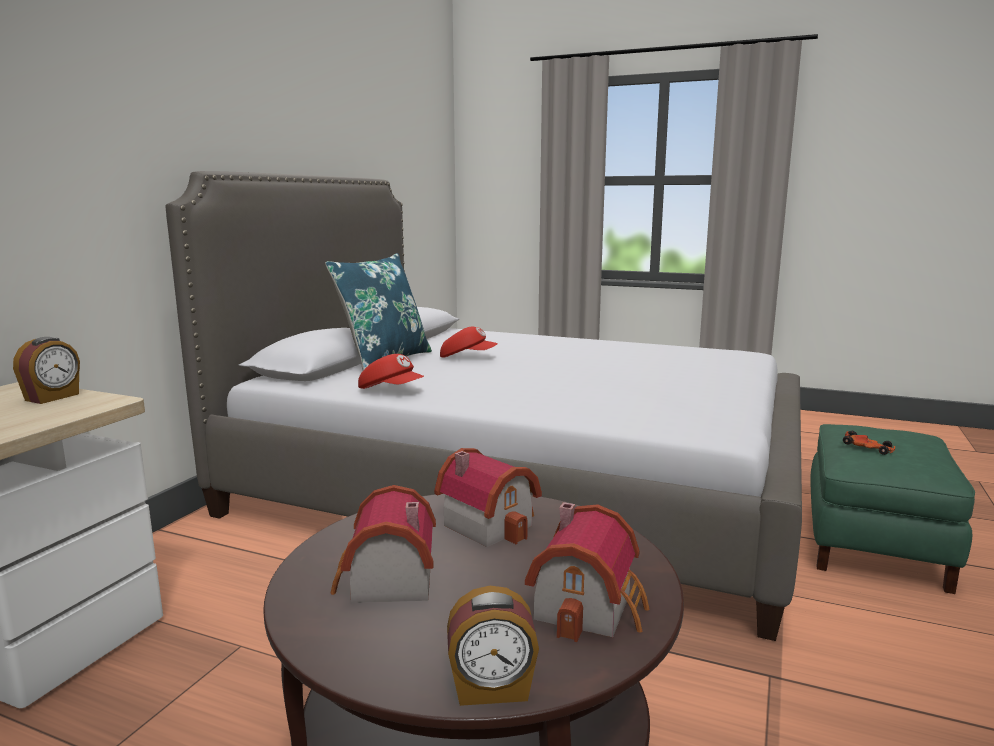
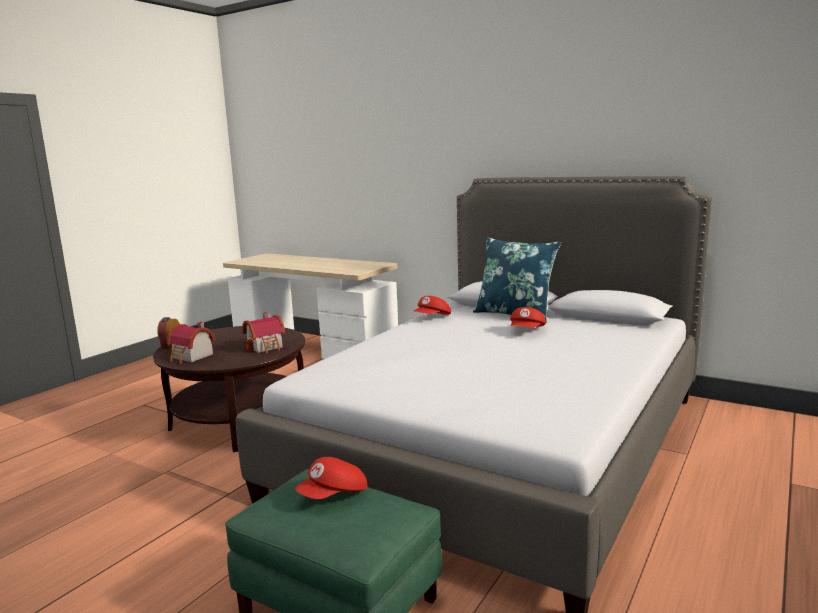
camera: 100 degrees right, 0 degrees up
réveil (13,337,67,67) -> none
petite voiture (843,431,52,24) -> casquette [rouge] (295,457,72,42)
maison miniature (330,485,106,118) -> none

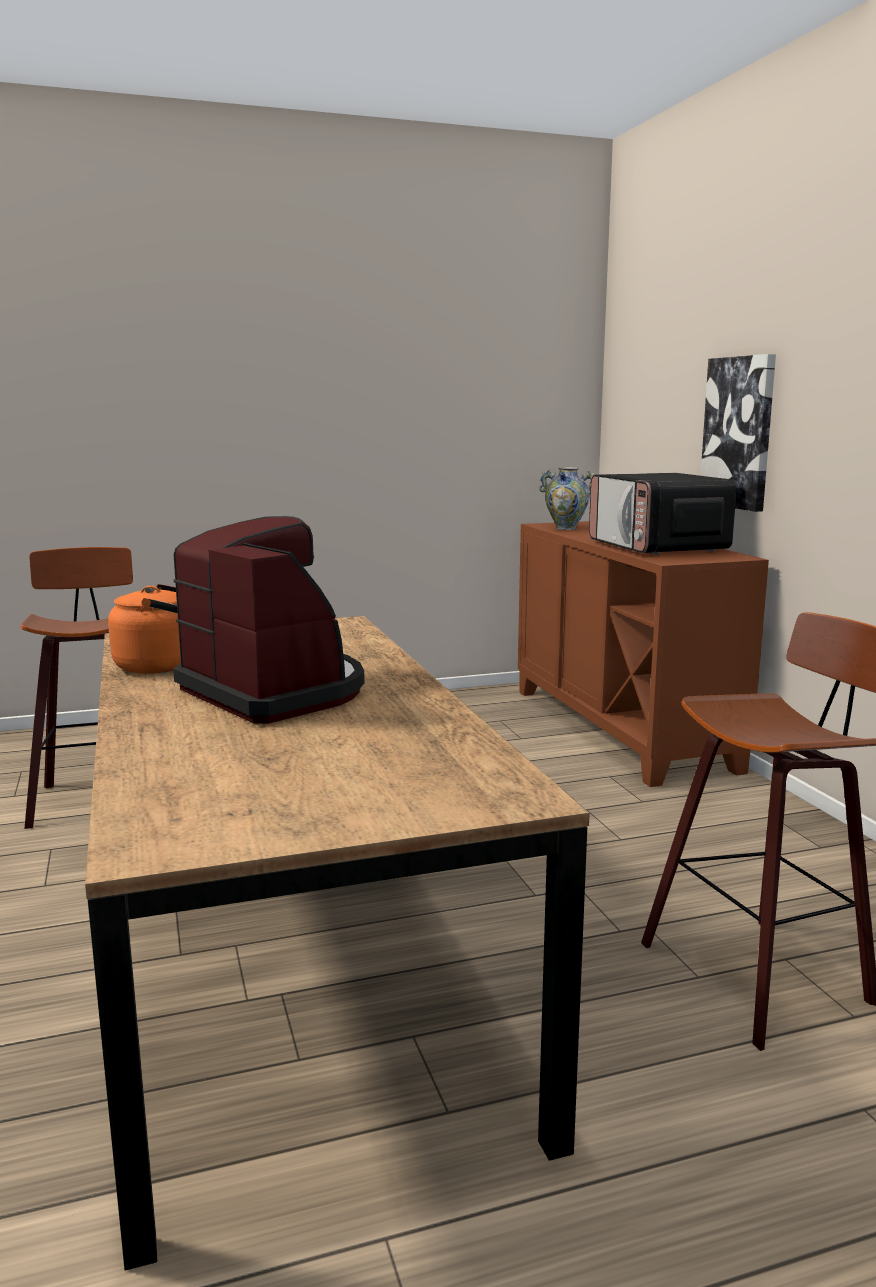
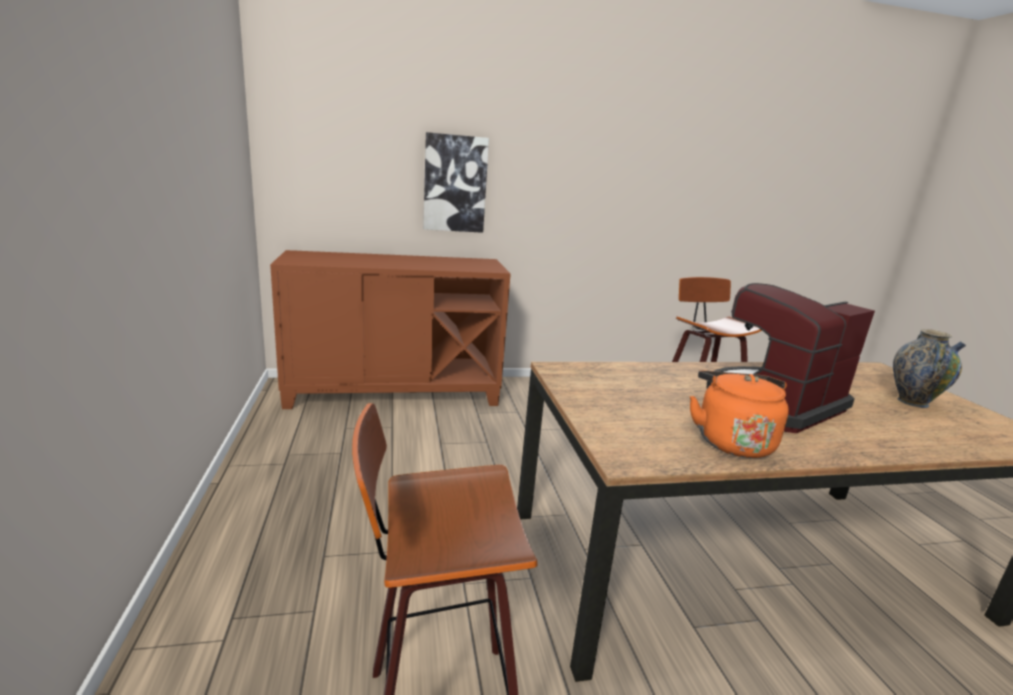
camera: 85 degrees left, 5 degrees up
vase (539,467,56,63) -> vase (893,329,73,79), shifted
micro-ondes (589,473,148,81) -> none

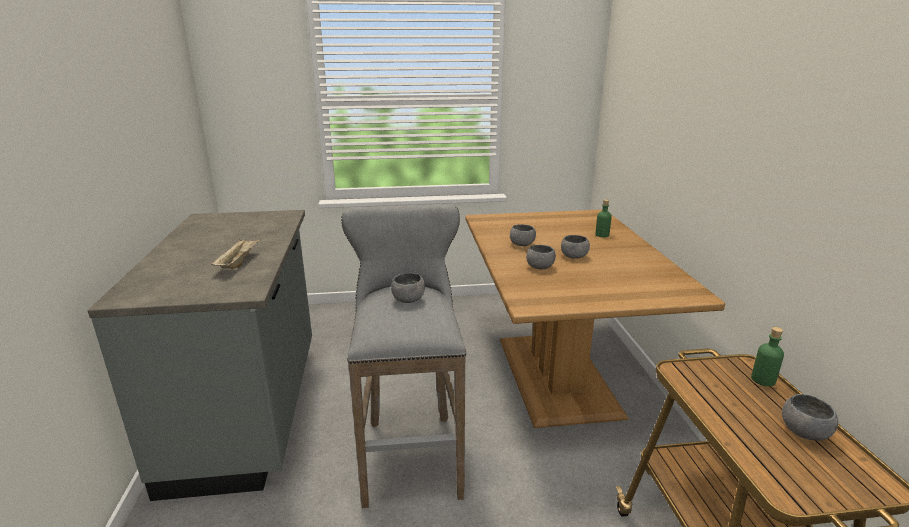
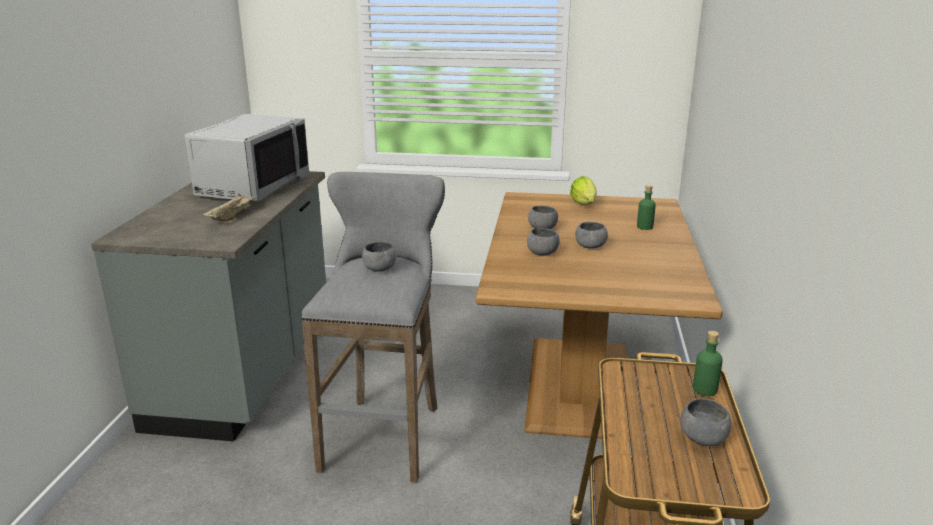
camera: 15 degrees right, 0 degrees up
none -> micro-ondes [gris] (185,114,124,88)
none -> laitue (570,176,27,29)

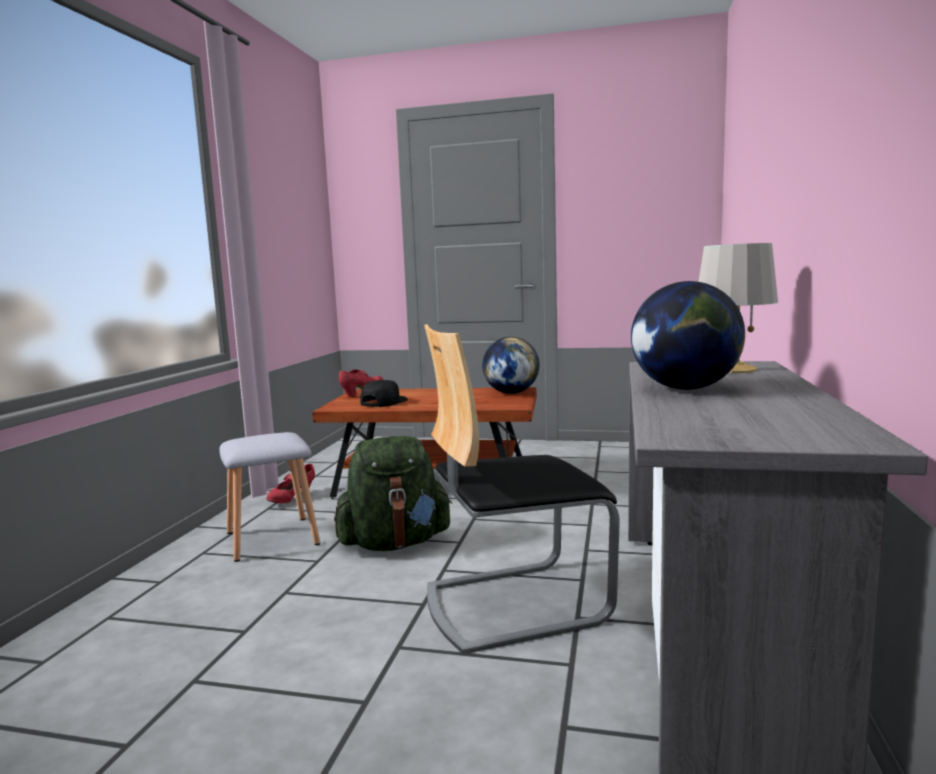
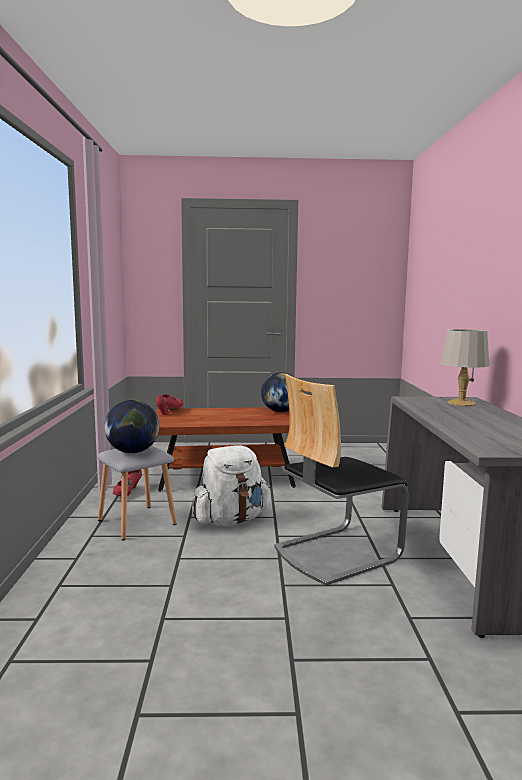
camera: 15 degrees left, 0 degrees up
globe (631,281,114,109) -> globe (104,400,55,53), shifted
casquette [noir] (360,380,48,27) -> none
sac à dos [vert] (334,436,118,115) -> sac à dos [blanc] (192,445,77,81)

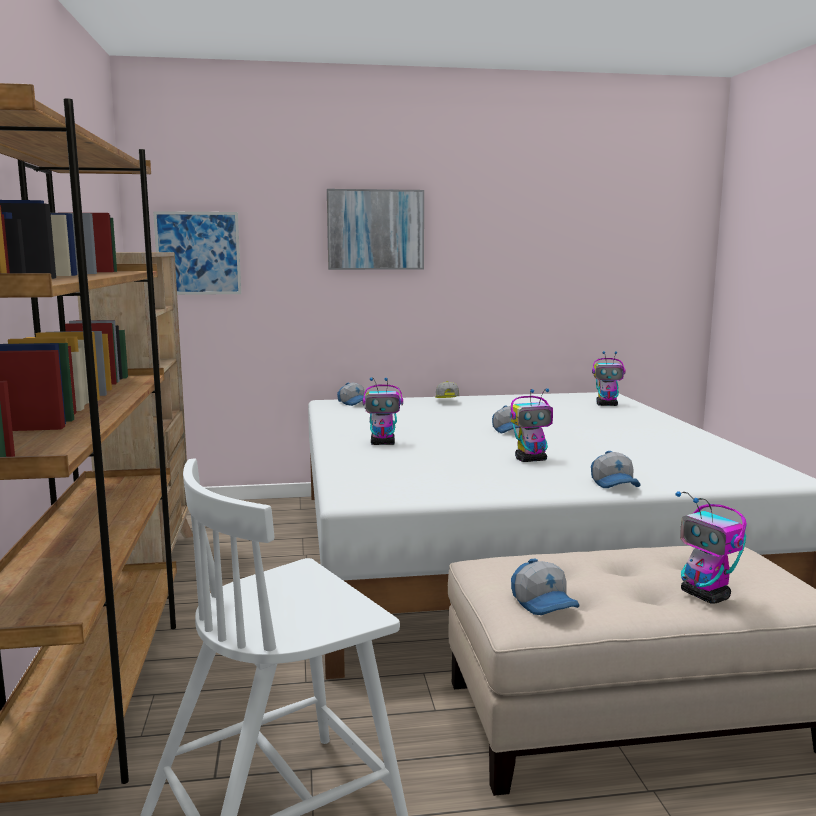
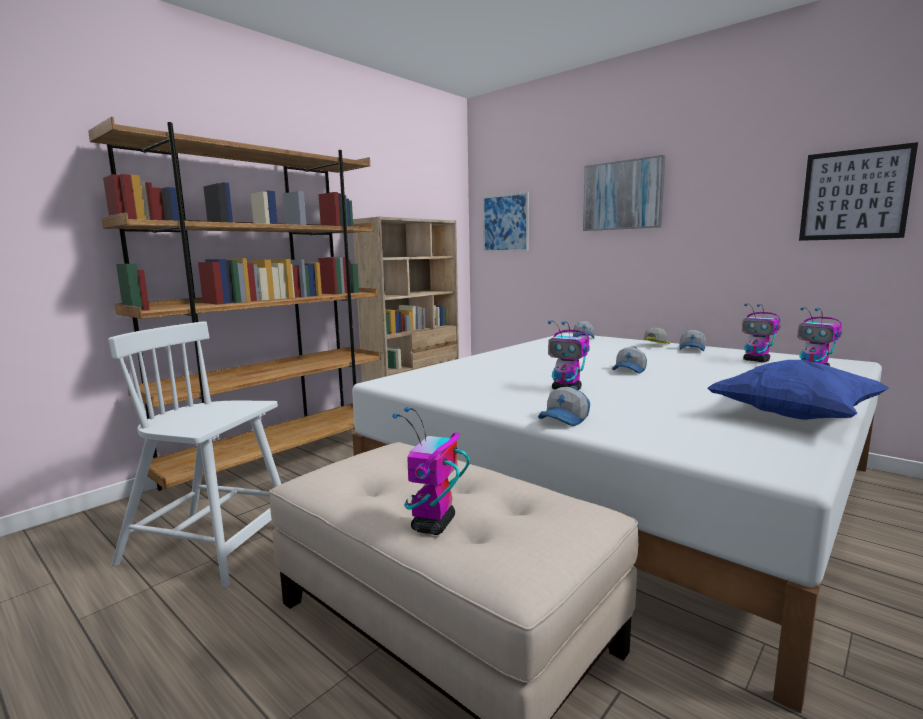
camera: 50 degrees right, 0 degrees up
robot jouet (363,377,40,68) -> robot jouet (742,303,38,59), shifted
casquette (511,558,68,57) -> casquette (679,330,27,21), shifted
none -> tableau (799,142,119,99)
none -> coussin [bleu] (708,360,181,60)

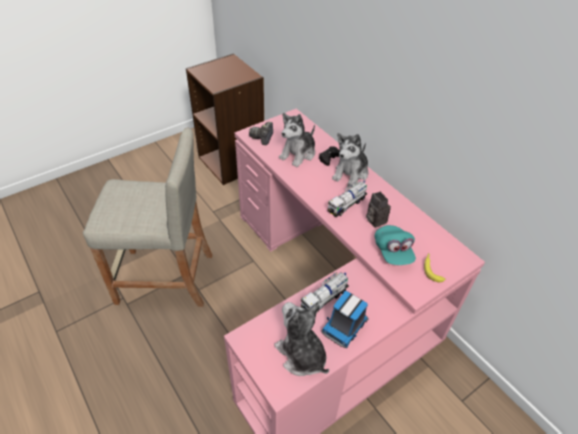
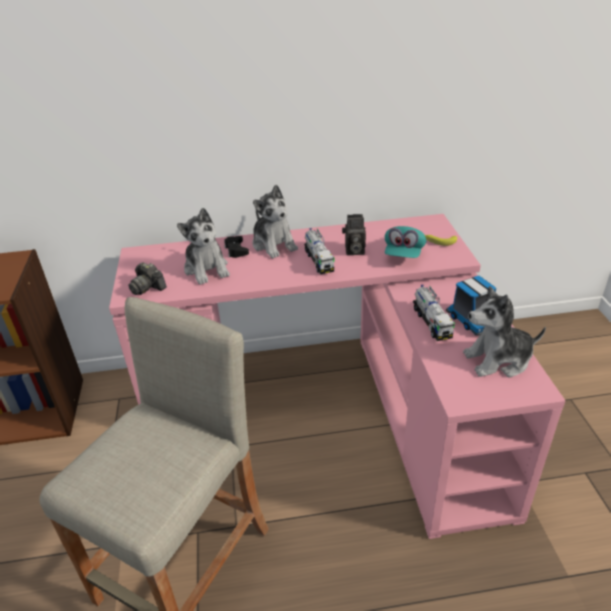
camera: 60 degrees left, 10 degrees down
casquette [turquoise] (375,225,41,40) -> casquette [turquoise] (385,226,41,32), 90 degrees clockwise

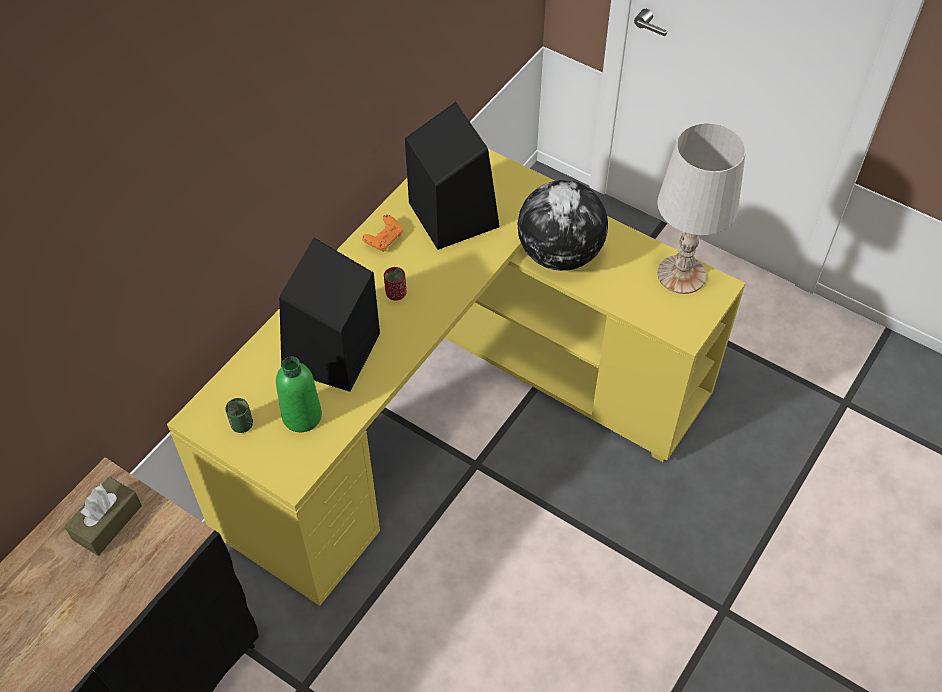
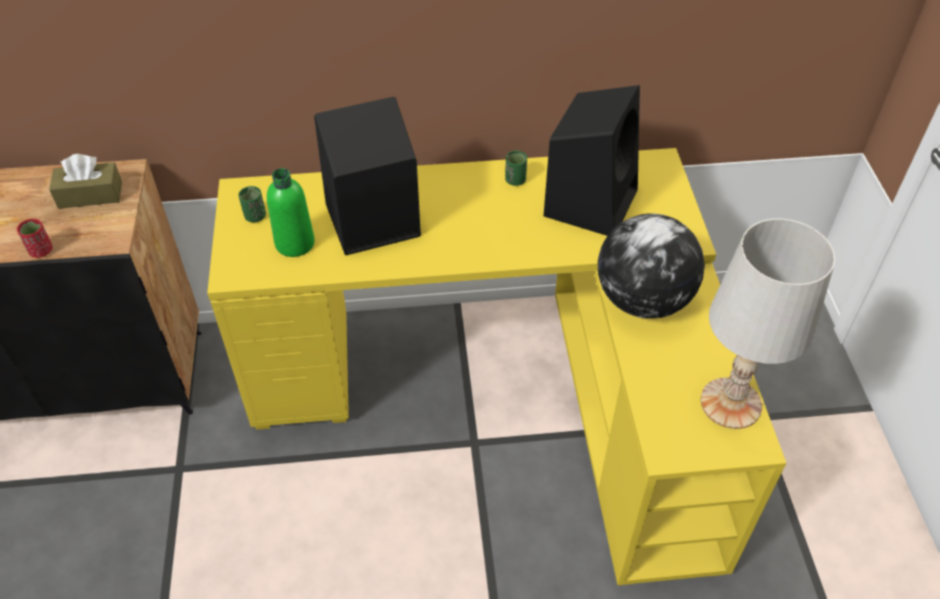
camera: 50 degrees right, 5 degrees down
manette [orange] (362,214,41,38) -> tasse [vert] (505,150,22,36)
tasse [rouge] (384,267,23,34) -> tasse [rouge] (17,219,36,39), shifted

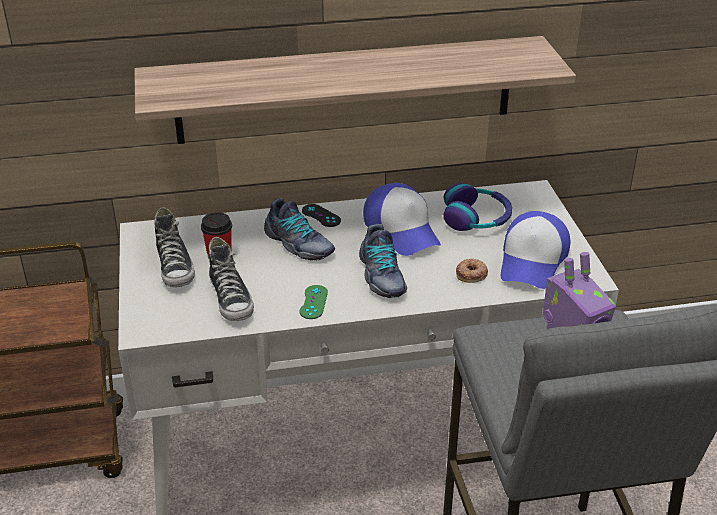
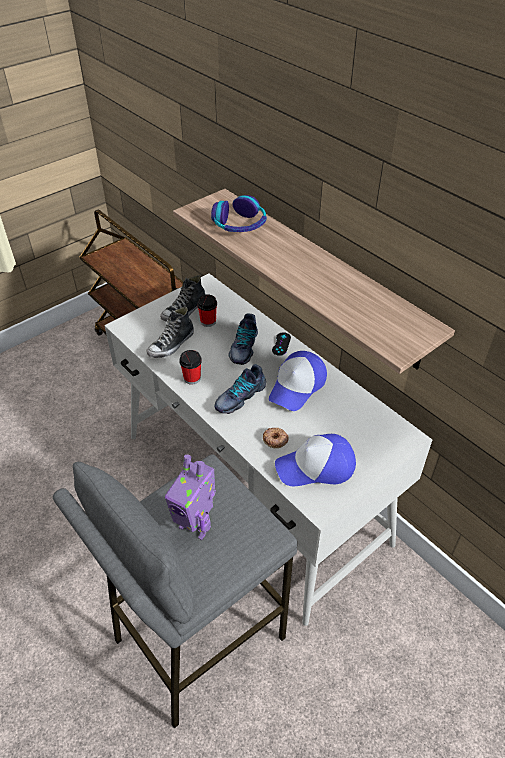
camera: 60 degrees right, 10 degrees up
casque audio (443,183,69,48) -> casque audio (211,195,56,37), shifted
manette [vert] (300,285,28,34) -> tasse (179,350,23,35)

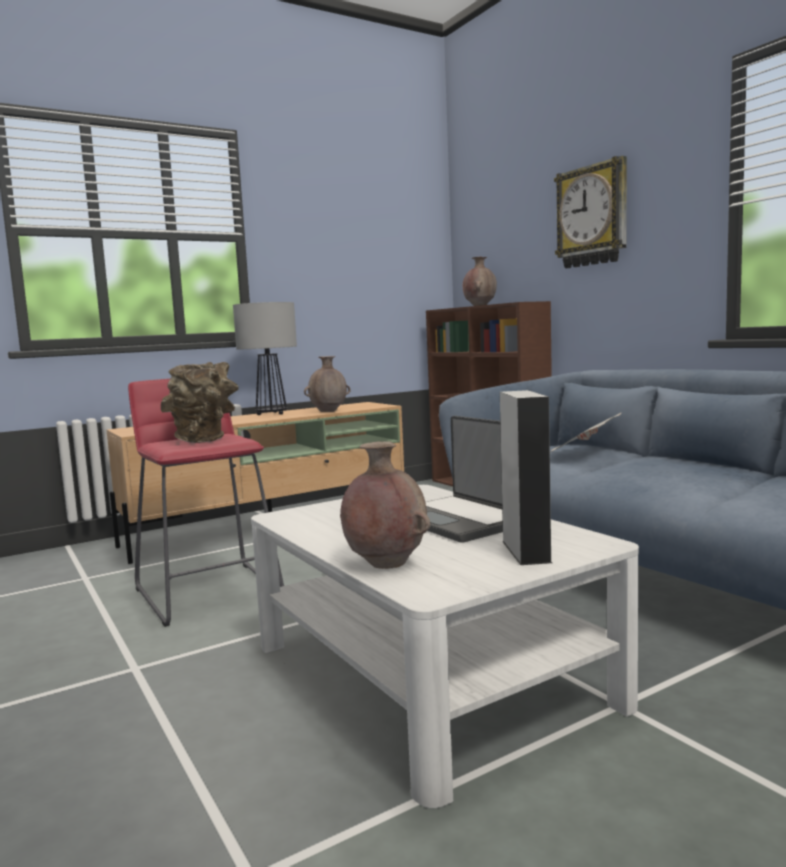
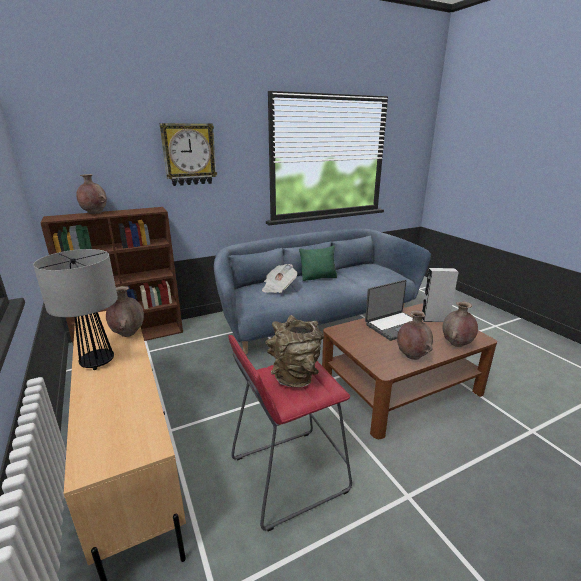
camera: 85 degrees left, 15 degrees up
table basse [blanc] (251,485,388,323) -> table basse [marron] (322,303,175,136)
none -> coussin [vert] (299,245,38,36)
none -> vase [marron] (397,310,36,50)

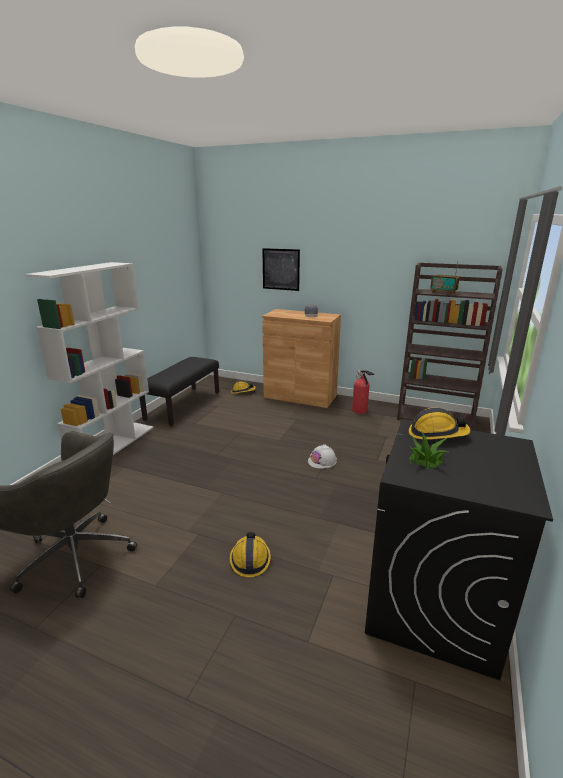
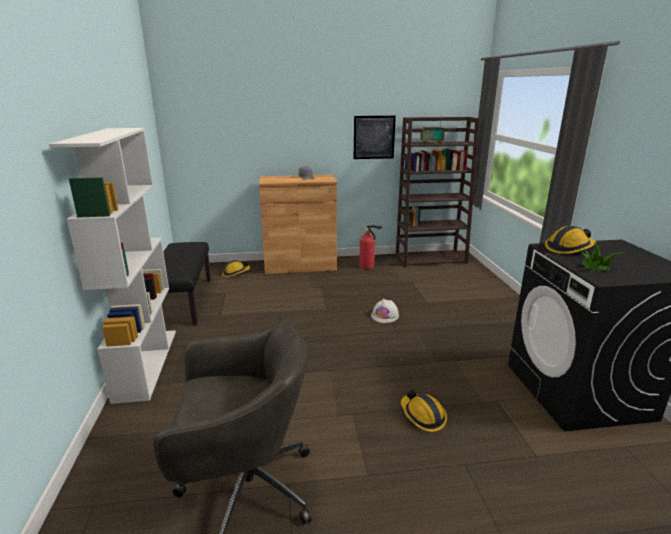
camera: 30 degrees left, 0 degrees up
tableau (262,248,38,43) -> tableau (354,116,42,43), shifted

